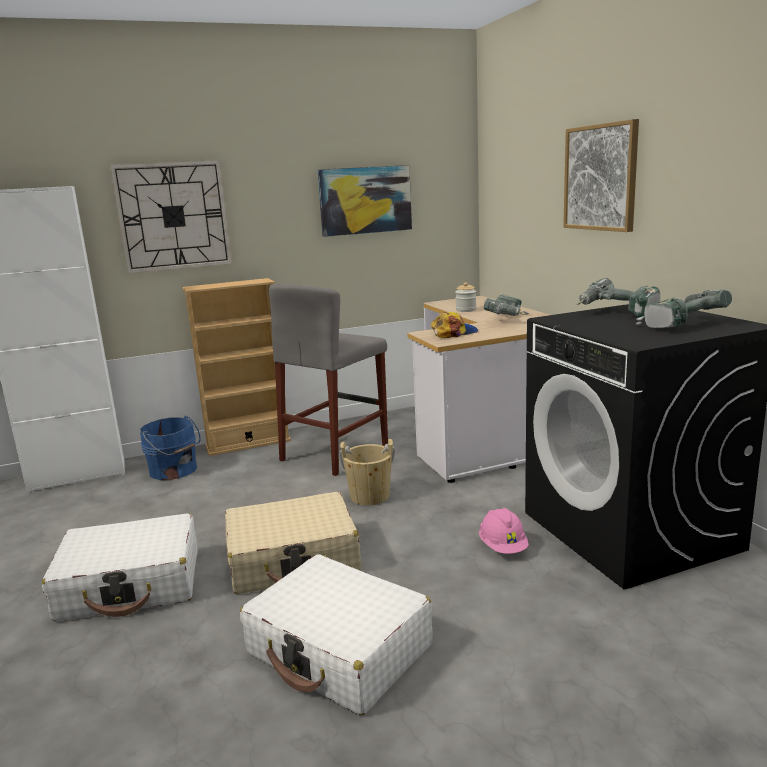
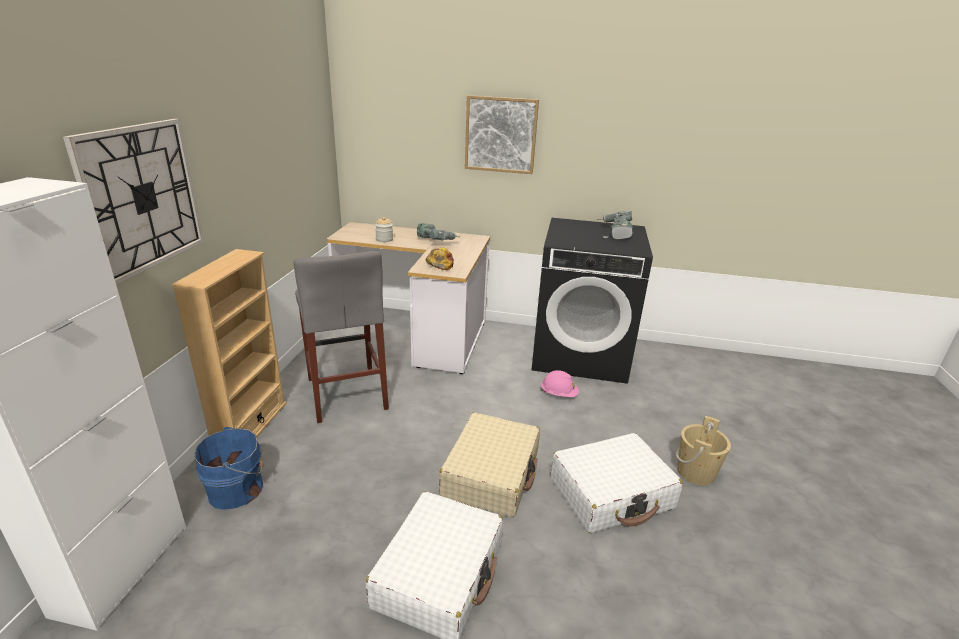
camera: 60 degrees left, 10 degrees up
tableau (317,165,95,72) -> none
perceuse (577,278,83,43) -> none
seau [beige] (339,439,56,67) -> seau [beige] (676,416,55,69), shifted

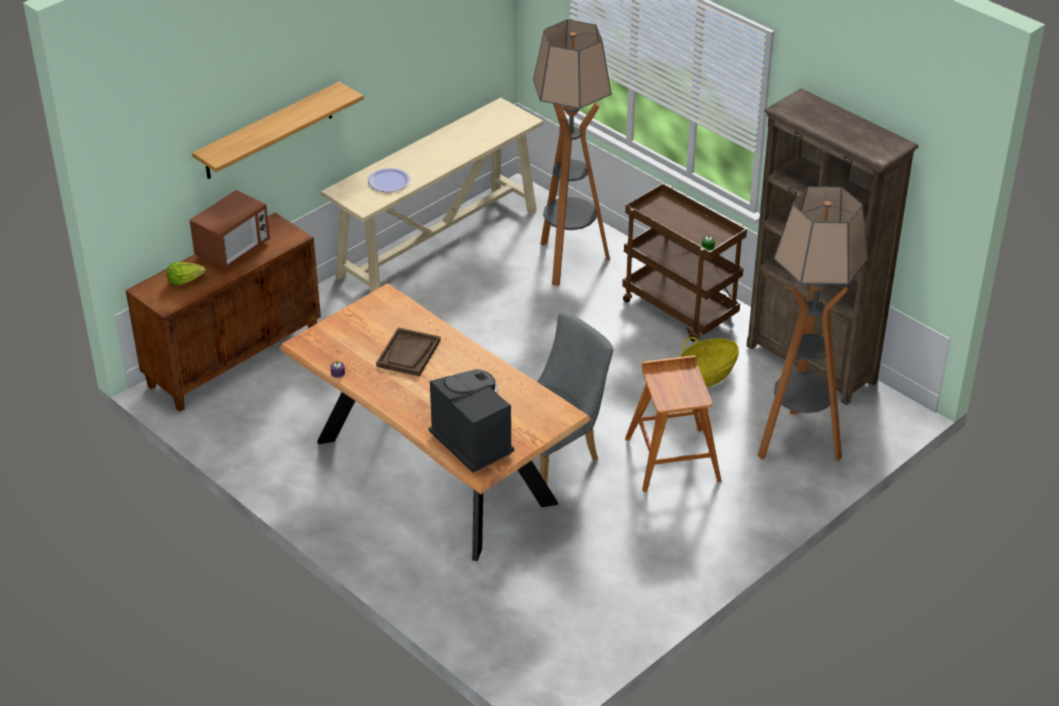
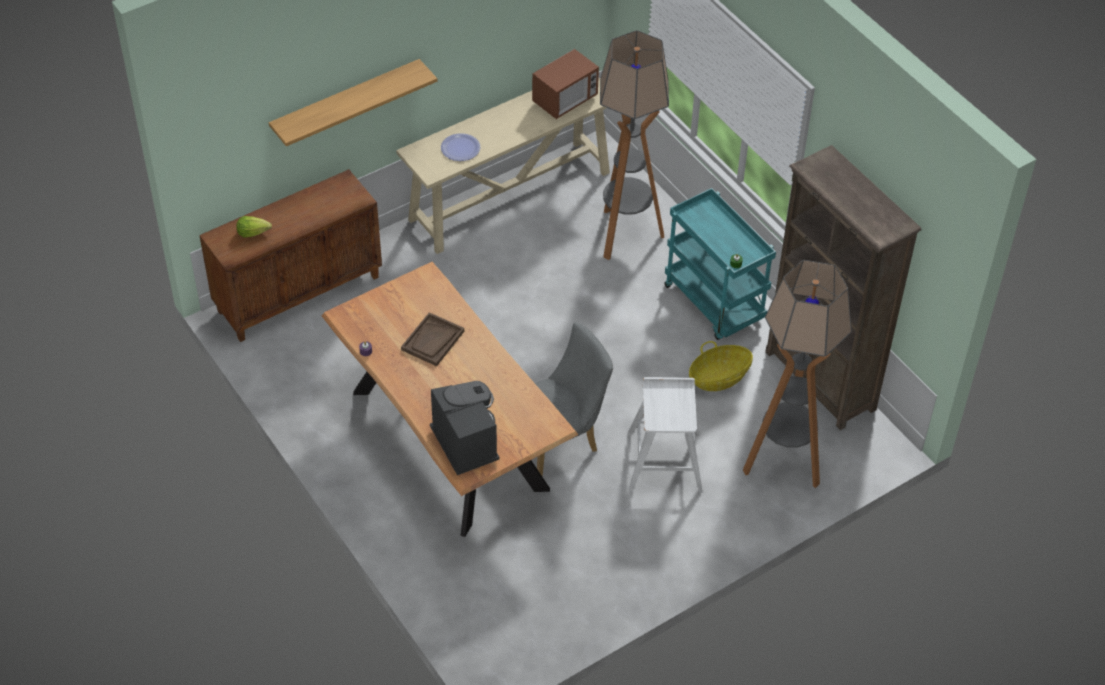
camera: 10 degrees right, 10 degrees up
chariot [marron] (622,183,125,159) -> chariot [turquoise] (664,188,112,152)
micro-ondes (189,190,81,79) -> micro-ondes (532,49,67,70), shifted
tabouret [marron] (625,355,97,137) -> tabouret [blanc] (627,377,75,115)

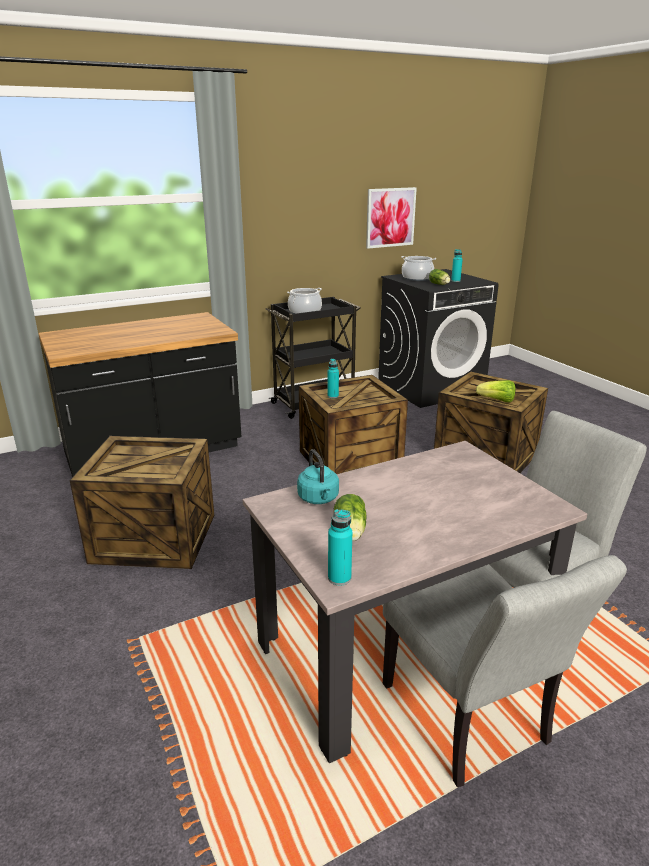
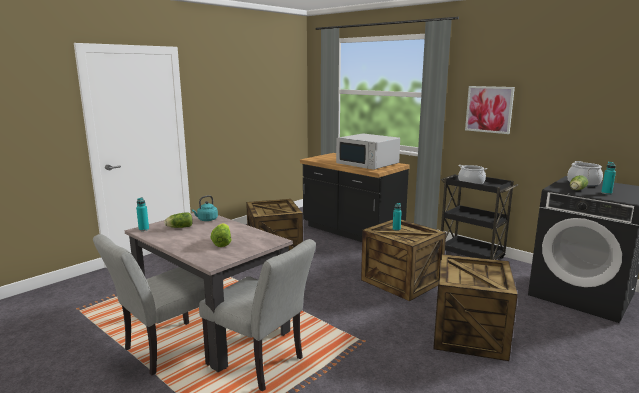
camera: 70 degrees right, 10 degrees down
tableau (366,187,51,62) -> tableau (465,86,50,48), shifted
laitue (476,380,40,22) -> laitue (210,223,21,24), shifted
none -> micro-ondes [blanc] (336,134,64,36)

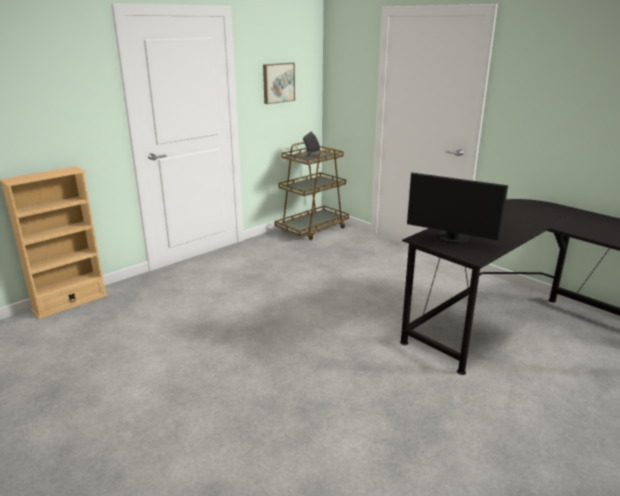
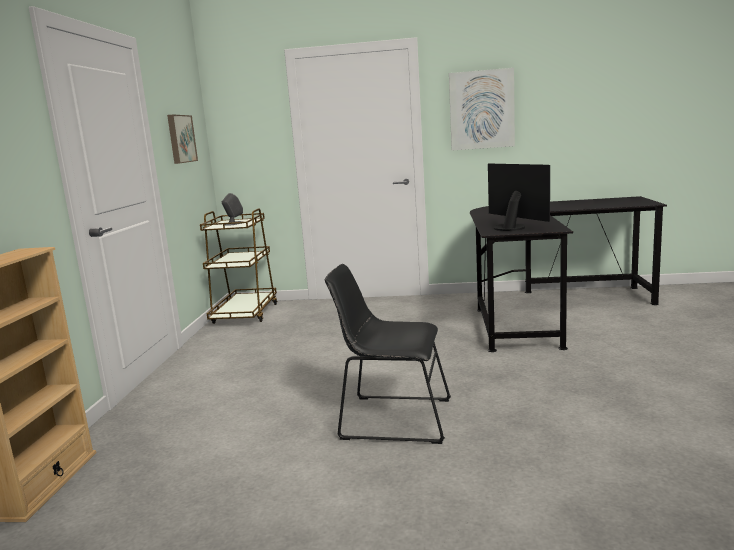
camera: 40 degrees left, 10 degrees down
écran d'ordinateur (407,172,101,72) -> écran d'ordinateur (488,163,62,68), 105 degrees counterclockwise
none -> tableau (449,68,66,83)
none -> chaise [noir] (324,264,127,180)

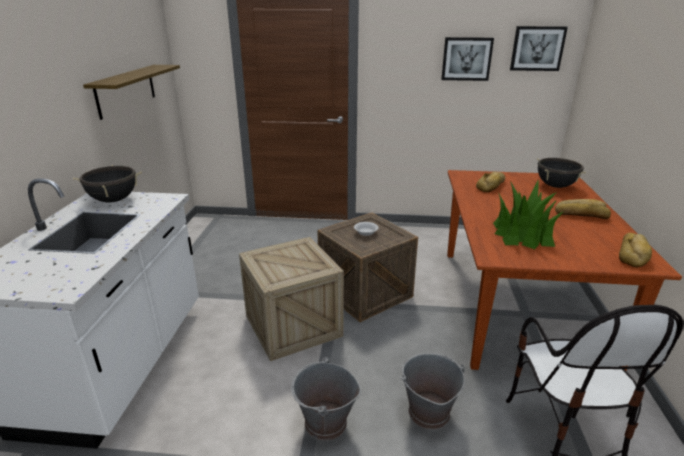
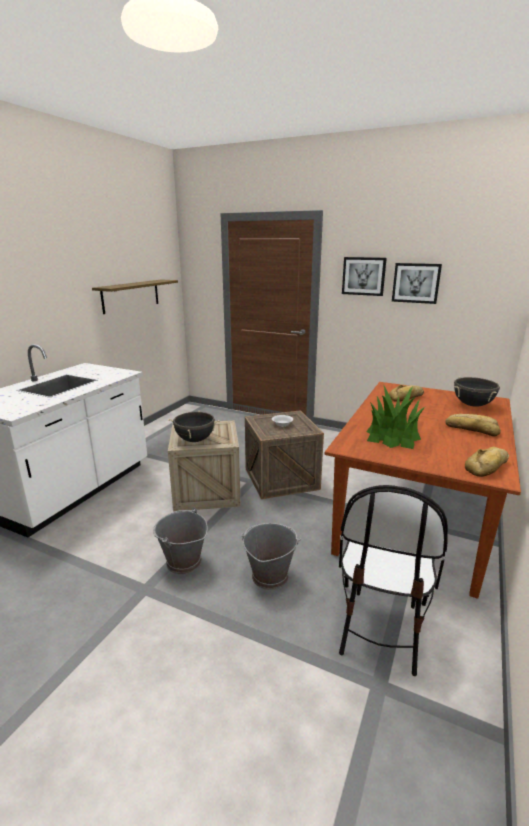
camera: 20 degrees right, 5 degrees down
tableau (510,26,58,45) -> tableau (342,257,45,39), shifted
marmite [noir] (73,165,69,37) -> marmite [noir] (169,411,51,31), shifted

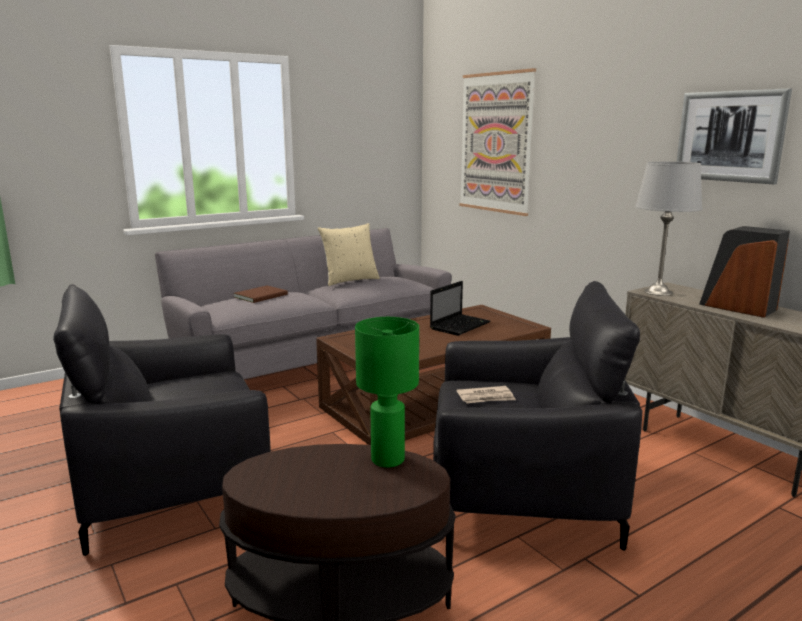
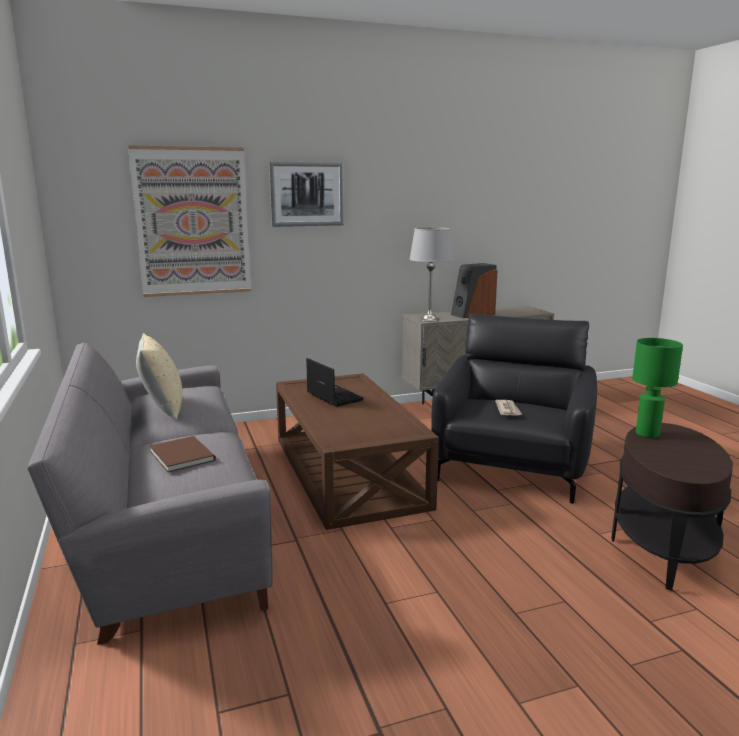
camera: 75 degrees left, 0 degrees up
tableau (677,88,115,96) -> tableau (269,161,75,66), shifted
fauteuil [noir] (53,284,218,272) -> none

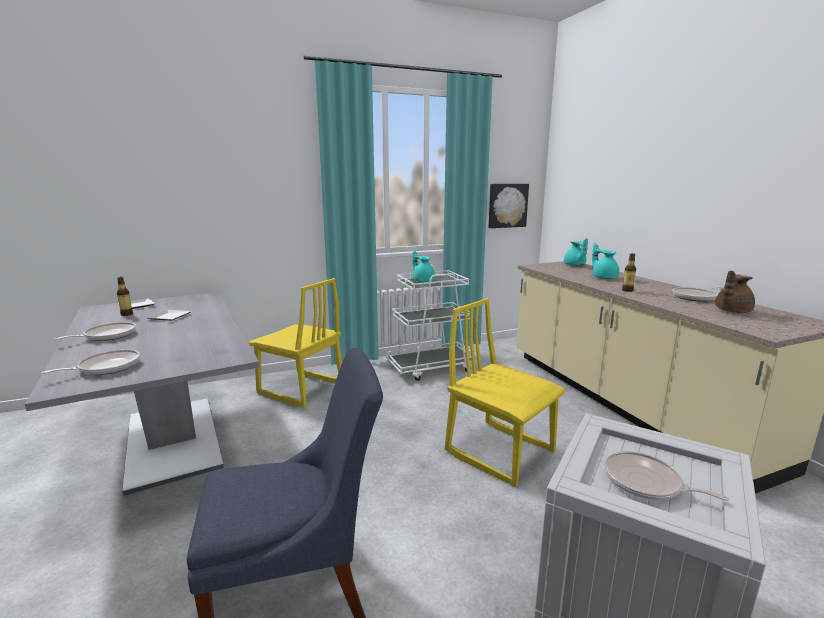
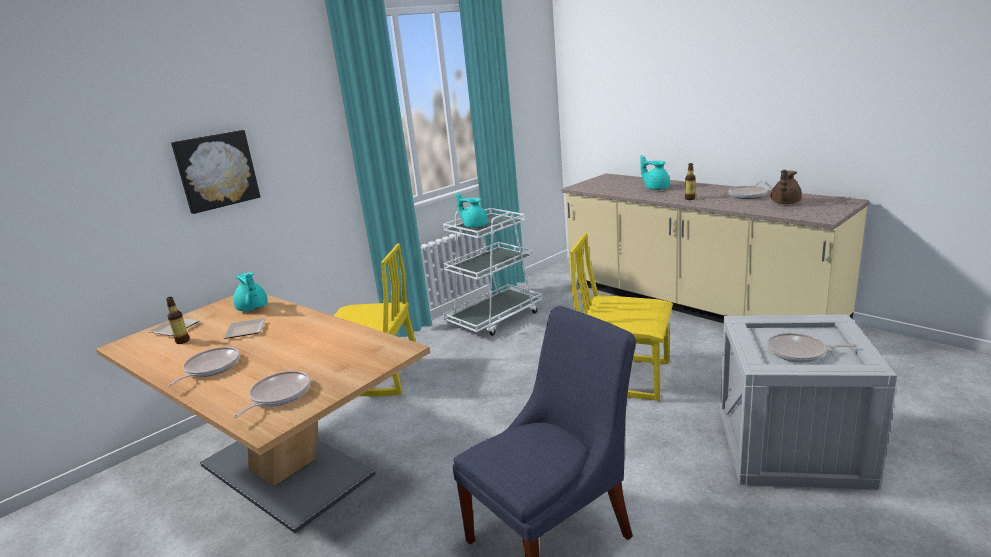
camera: 20 degrees left, 5 degrees up
tableau (488,184,41,44) -> tableau (171,130,90,84), shifted
théière [turquoise] (564,238,24,28) -> théière [turquoise] (233,272,35,39), shifted
table à manger [gris] (25,292,235,204) -> table à manger [marron] (96,294,334,239)

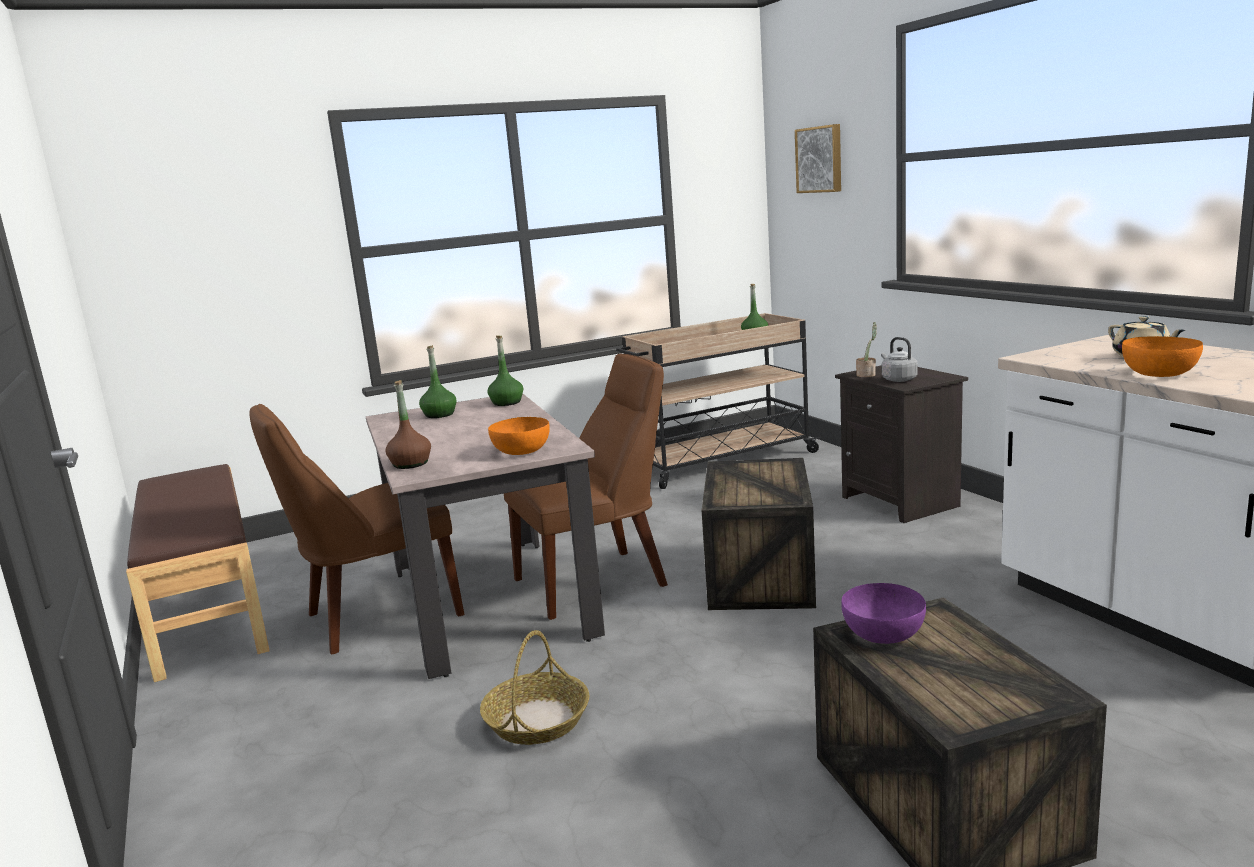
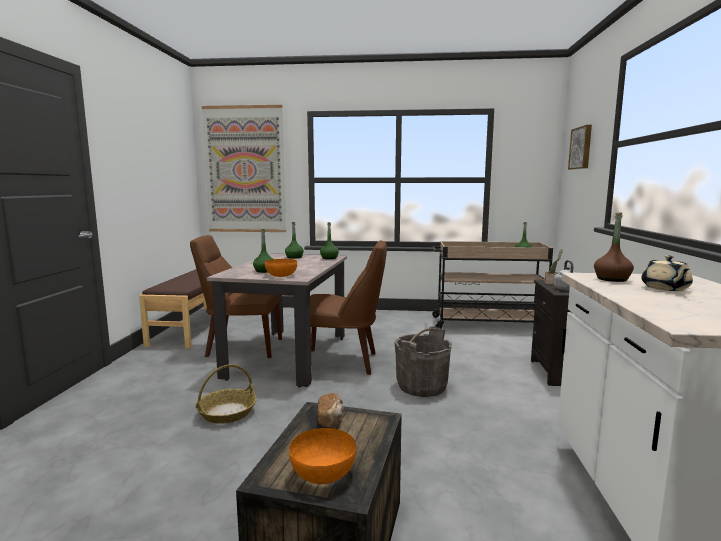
camera: 30 degrees right, 5 degrees down
bol [orange] (1122,336,81,41) -> bol [orange] (289,428,67,56), shifted
bouteille [marron] (385,380,46,89) -> bouteille [marron] (594,212,40,70), shifted
caisse (702,458,114,152) -> seau [gris] (395,327,57,70)
bol [violet] (841,583,85,61) -> pain (318,393,26,34)
none -> tableau (202,105,84,127)
none -> bouteille [vert] (253,229,20,44)

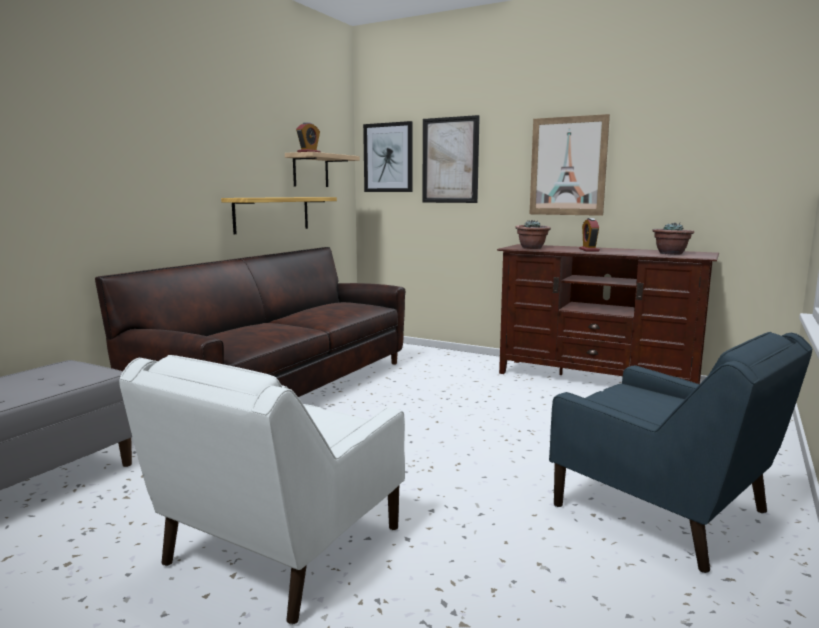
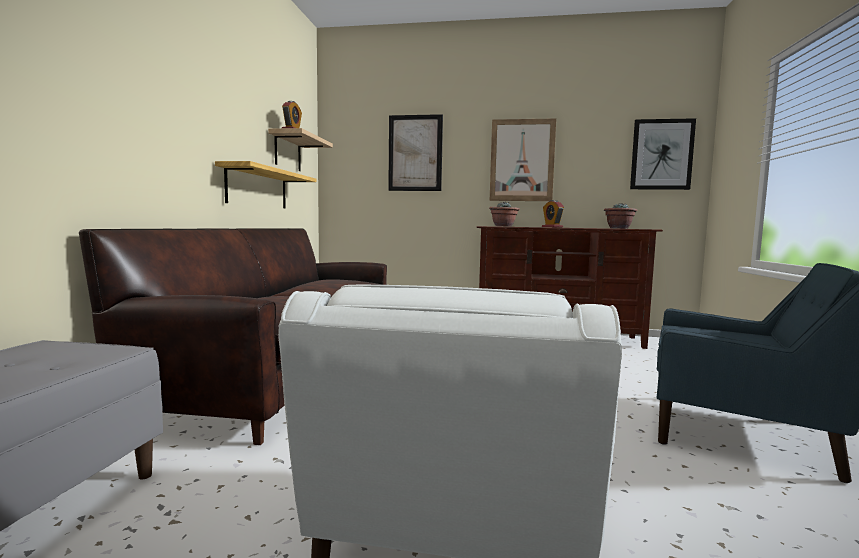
camera: 20 degrees left, 5 degrees down
tableau (363,121,50,71) -> tableau (630,118,66,72), shifted

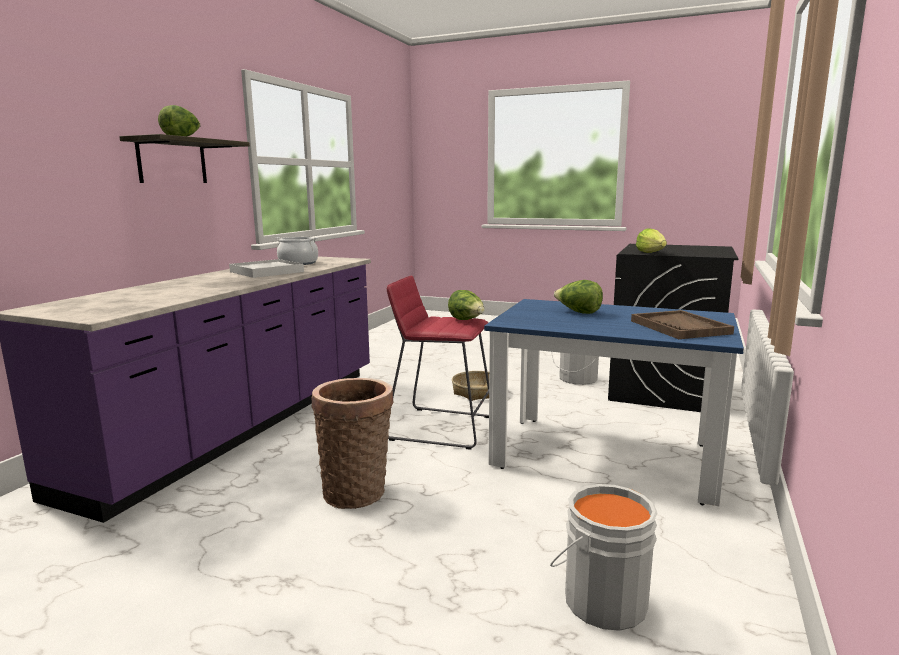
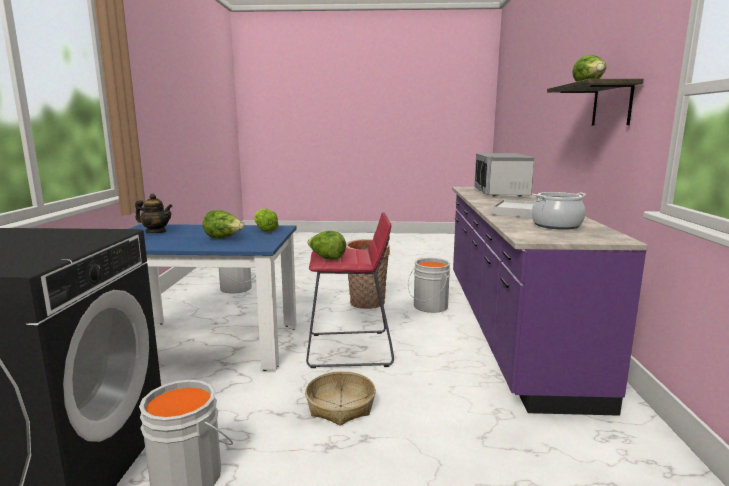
camera: 160 degrees right, 0 degrees up
laitue (636,228,31,25) -> laitue (254,208,25,24), shifted
plateau [marron] (631,310,103,29) -> théière (135,194,38,39)
none -> micro-ondes (474,153,60,44)
none -> seau [gris] (408,258,42,55)

